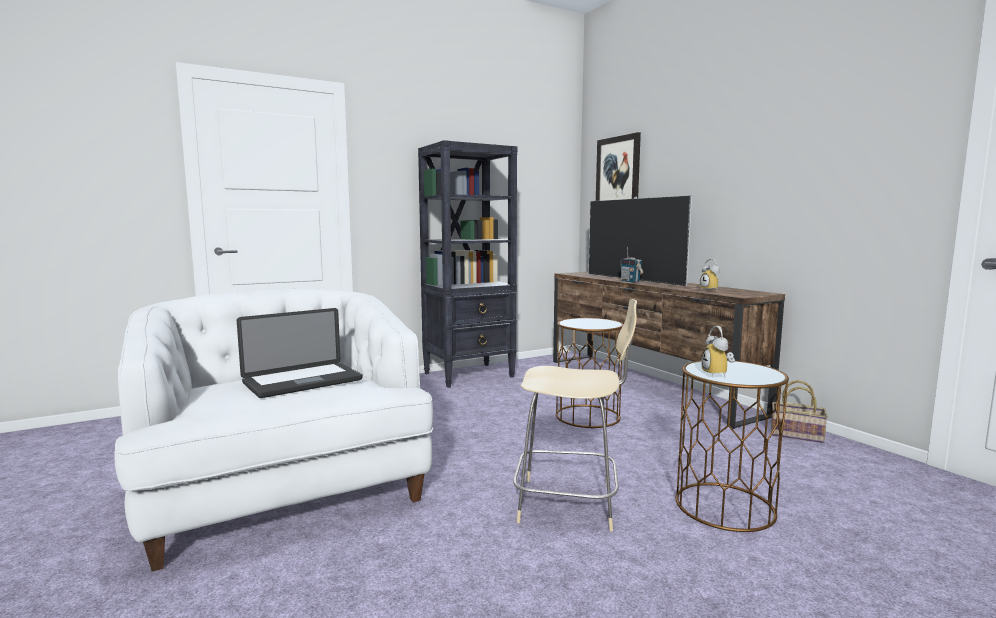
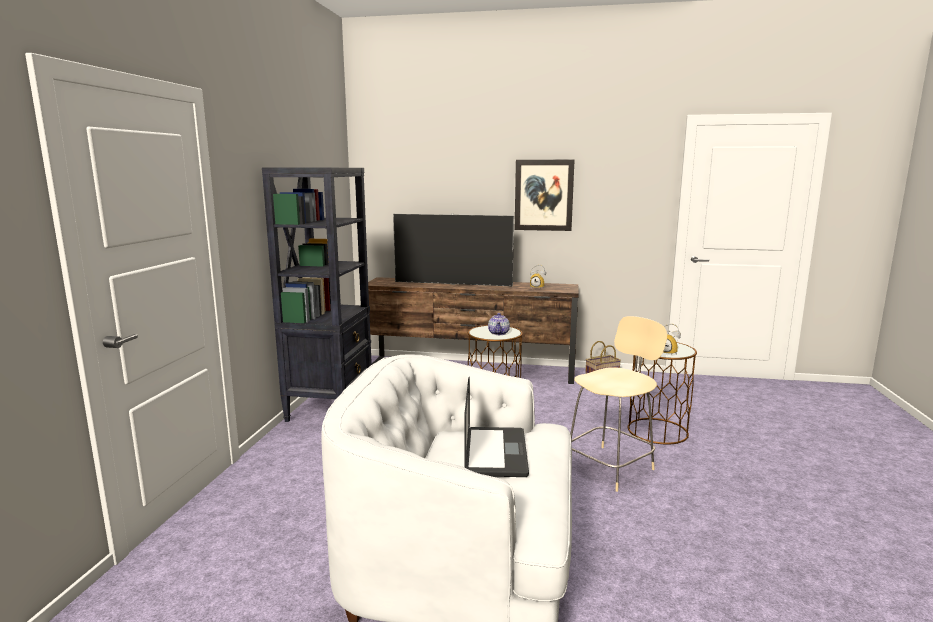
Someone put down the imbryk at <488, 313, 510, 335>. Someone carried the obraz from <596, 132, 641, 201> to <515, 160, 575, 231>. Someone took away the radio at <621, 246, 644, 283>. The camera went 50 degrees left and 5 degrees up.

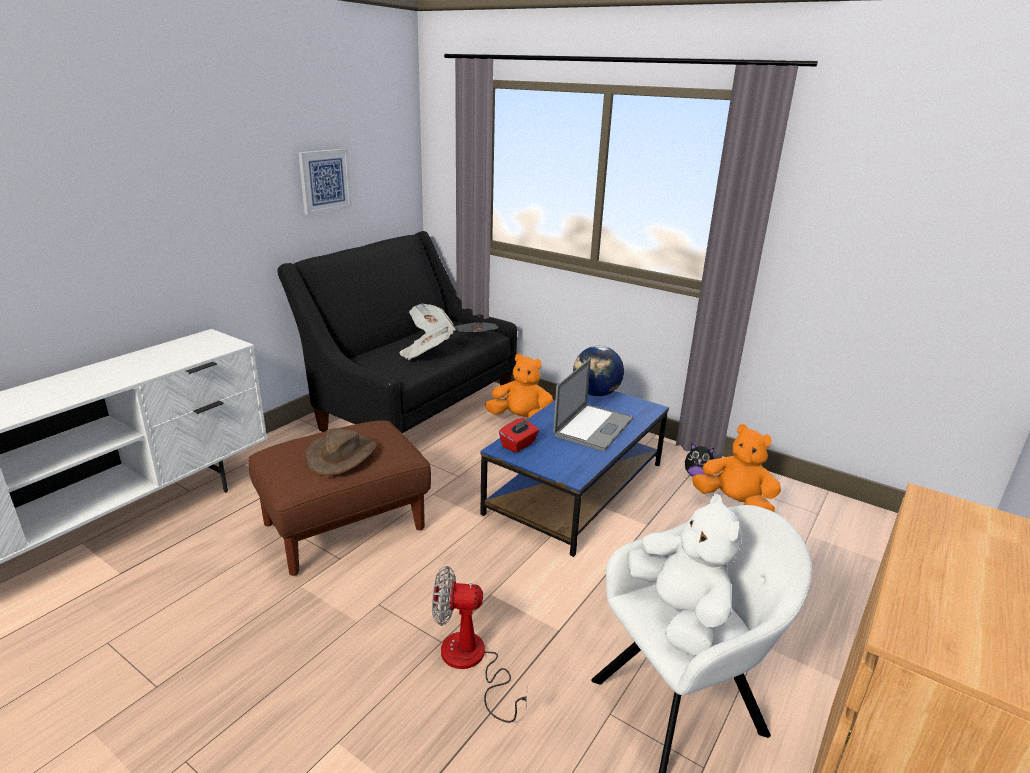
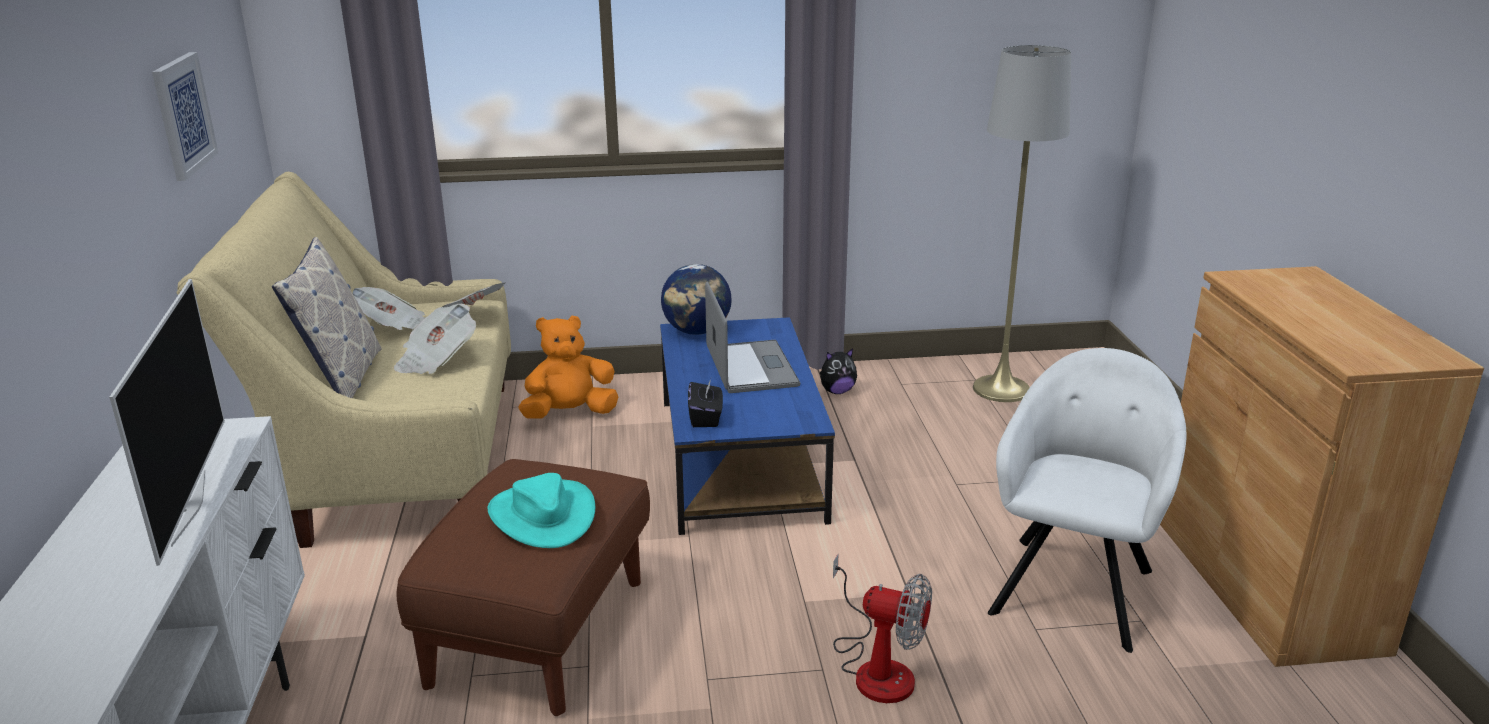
Someone put down the telewizor at <109, 279, 225, 566>. Someone repainted the kanapa (czarny) at <277, 231, 517, 433>, which became the kanapa (beżowy) at <176, 172, 511, 548>. Someone put down the poduszka at <272, 237, 382, 398>. Someone repainted the kapelusz (brązowy) at <304, 428, 377, 476>, which became the kapelusz (turkusowy) at <488, 473, 595, 548>. Someone repainted the pudełko chusteczek (czerwony) at <499, 418, 539, 453>, which became the pudełko chusteczek (czarny) at <688, 379, 723, 427>. Someone rotated the wentylator at <432, 566, 528, 723> by 120 degrees counterclockwise. Someone put down the lampa stojąca (szary) at <973, 45, 1071, 402>. Someone took away the pluszak (biały) at <628, 494, 742, 656>. Someone took away the pluszak (pomarańczowy) at <692, 424, 781, 512>. The camera went 40 degrees left and 0 degrees up.

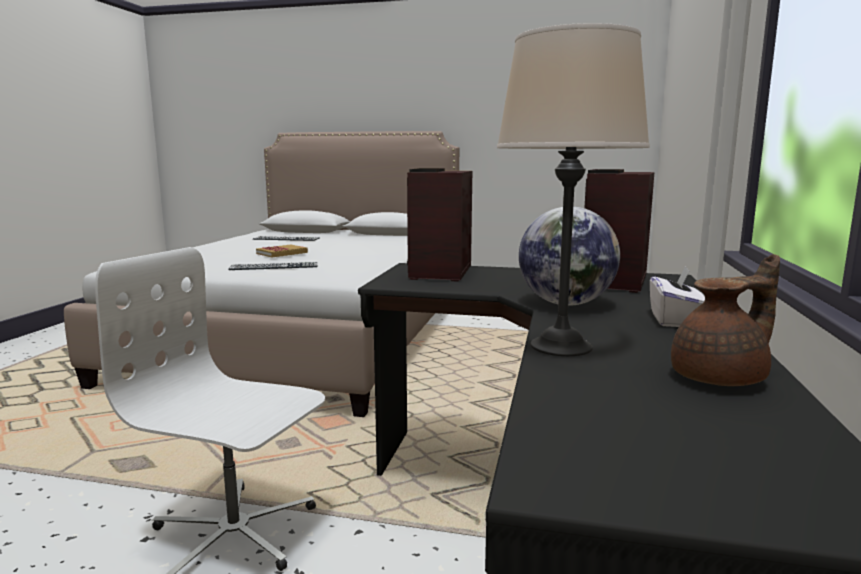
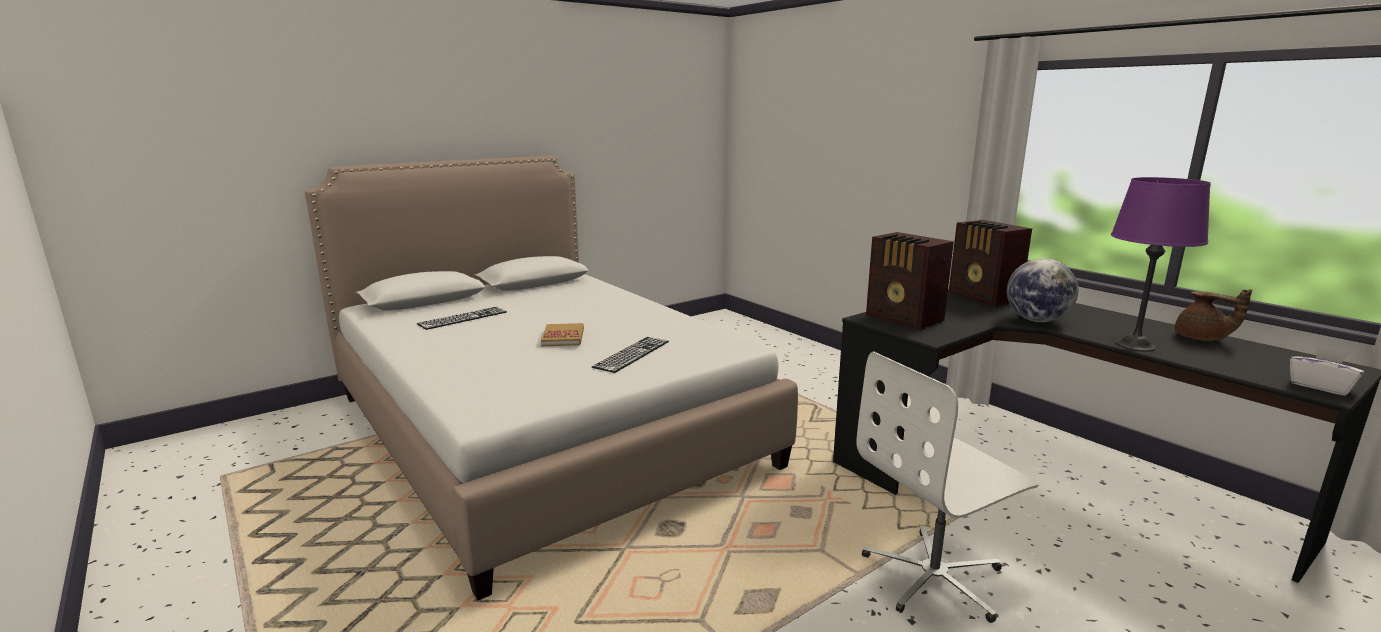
Someone repainted the lampa stołowa (beżowy) at <497, 23, 650, 356>, which became the lampa stołowa (fioletowy) at <1111, 177, 1211, 352>. Someone rotated the imbryk (brązowy) at <671, 254, 780, 386> by 120 degrees clockwise. Someone carried the pudełko chusteczek (biały) from <650, 267, 705, 327> to <1290, 345, 1364, 396>. The camera went 50 degrees left and 5 degrees up.

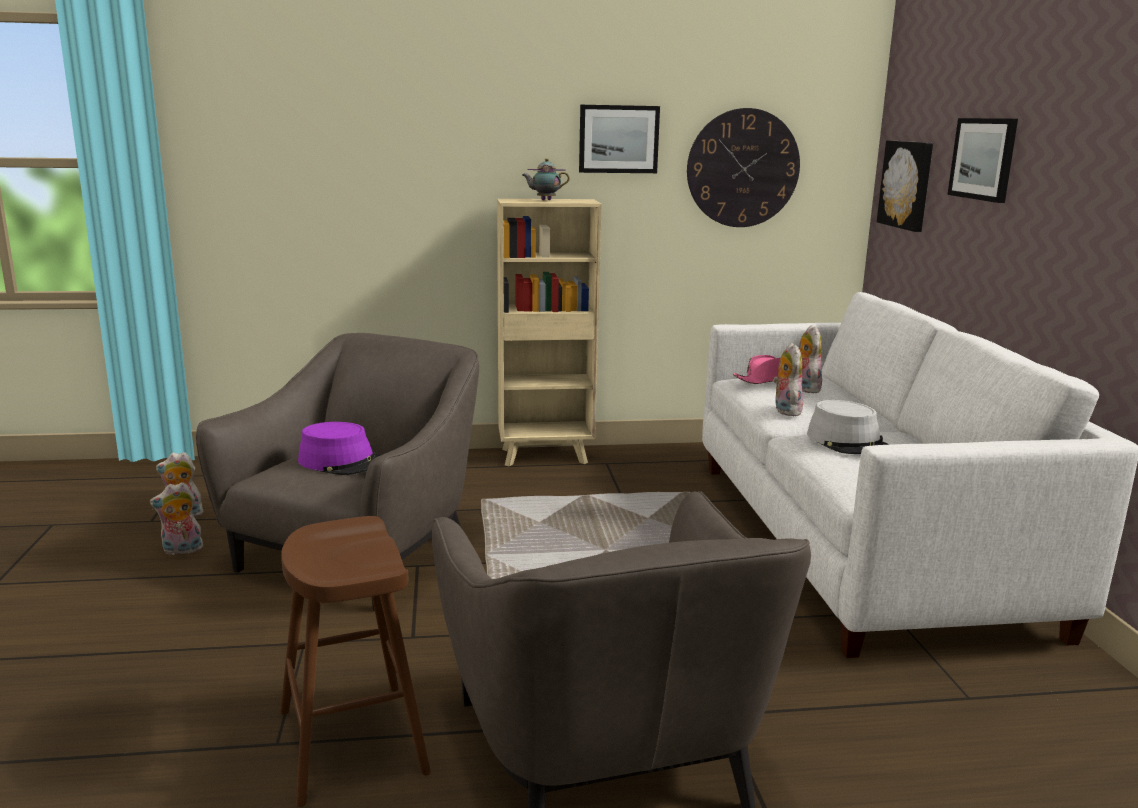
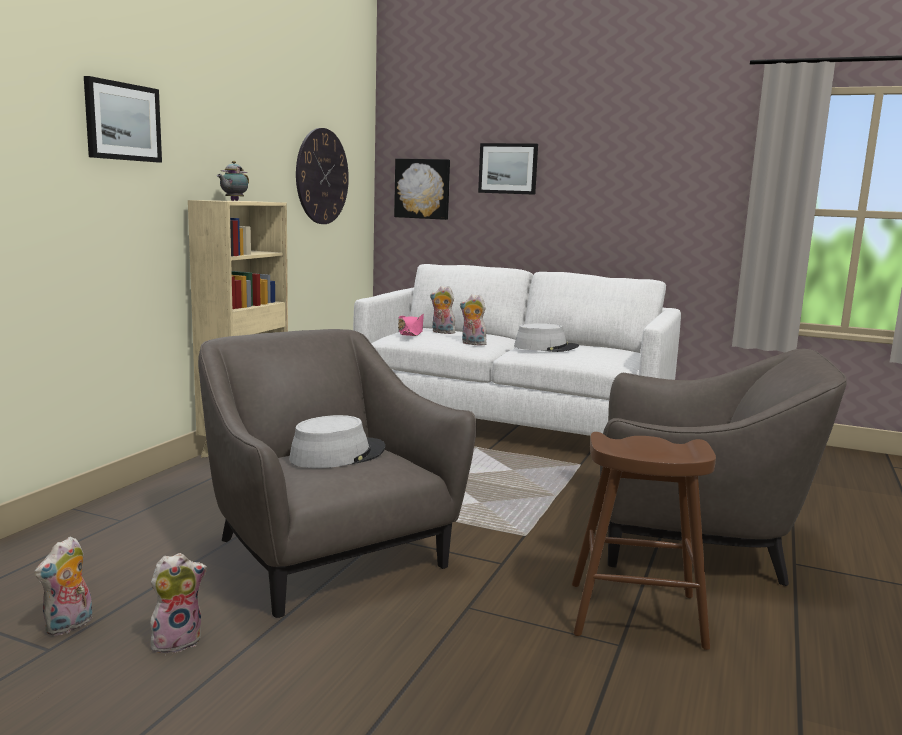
Someone carried the obraz from <579, 105, 660, 173> to <84, 76, 162, 163>. Someone rotated the pluszak at <150, 482, 203, 555> by 135 degrees counterclockwise. Someone repainted the kapelusz (fioletowy) at <298, 422, 381, 475>, which became the kapelusz (szary) at <289, 415, 385, 468>. The camera went 60 degrees left and 5 degrees down.

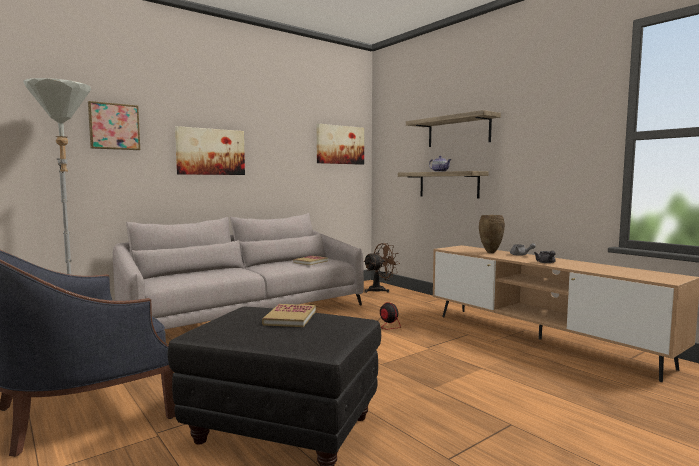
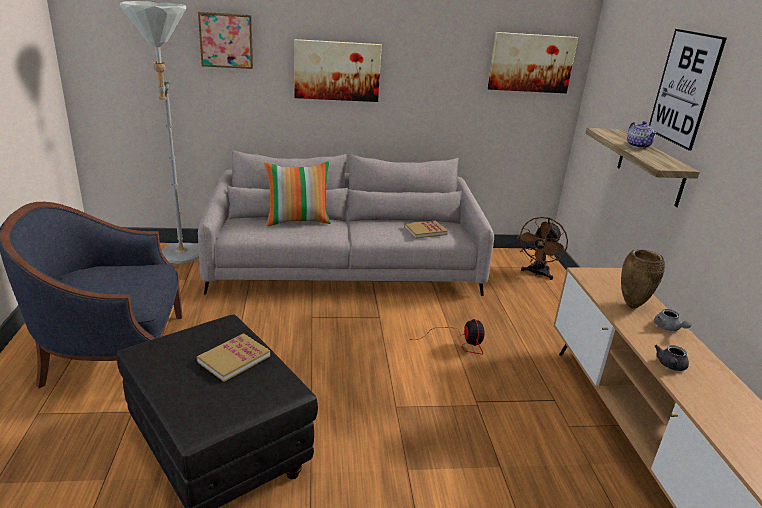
Someone put down the poduszka at <264, 161, 331, 226>. Someone rotated the wentylator (brązowy) at <363, 243, 400, 293> by 120 degrees clockwise. Someone swapped the półka at <406, 110, 501, 147> for the obraz at <649, 29, 727, 151>. The camera went 30 degrees right and 20 degrees up.

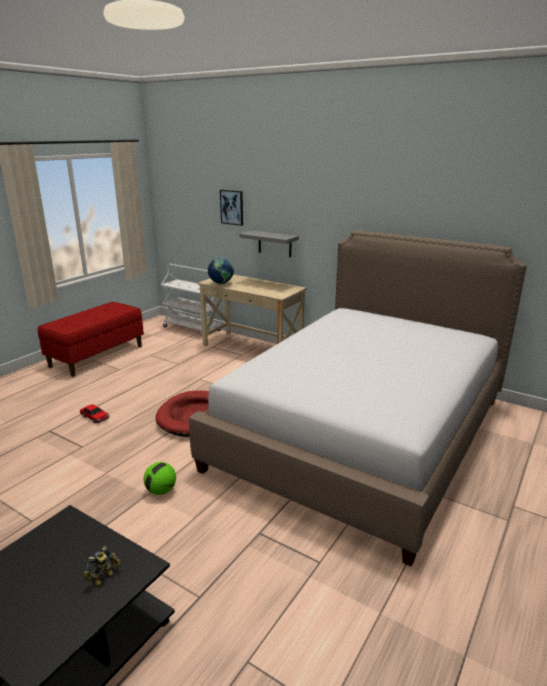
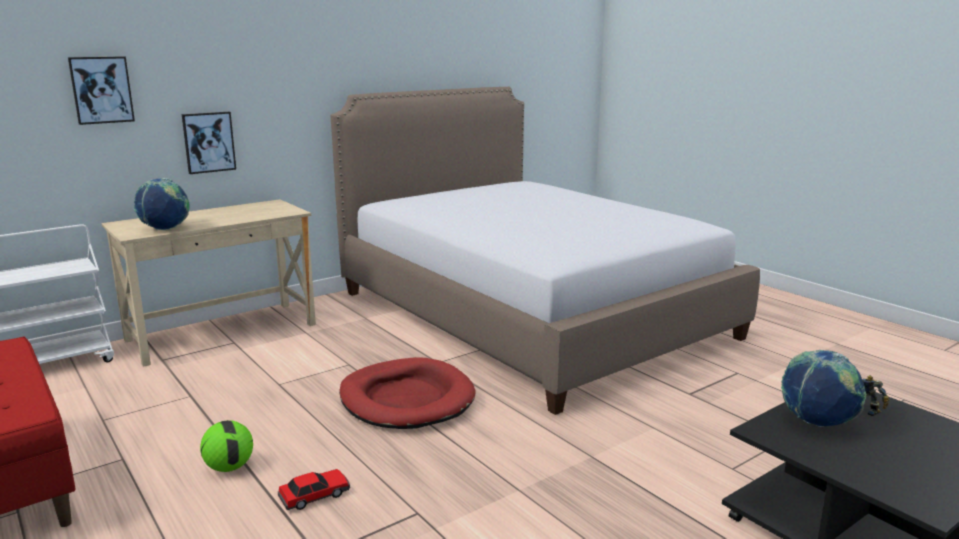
Someone swapped the półka (szary) at <239, 230, 299, 257> for the obraz at <182, 112, 236, 174>. Someone carried the piłka futbolowa from <144, 462, 176, 495> to <200, 420, 253, 472>. Someone put down the globus at <781, 350, 867, 427>. The camera went 70 degrees left and 5 degrees down.

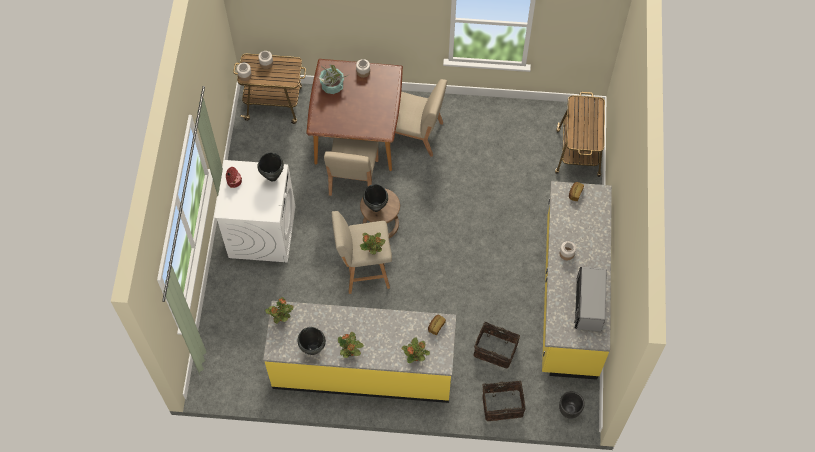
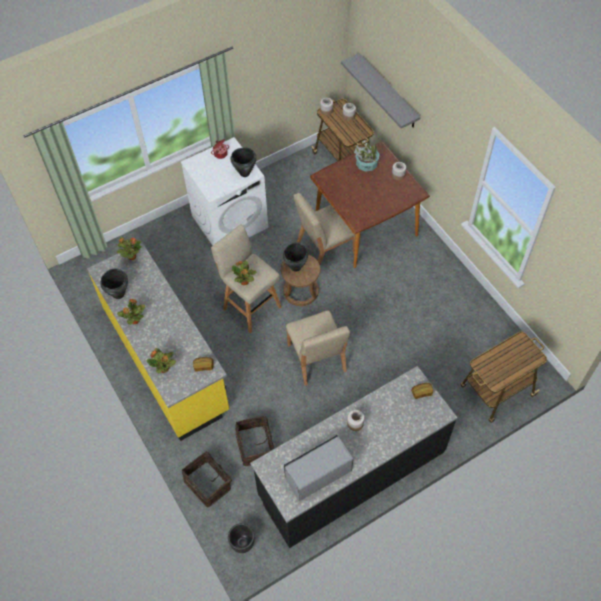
Someone repainted the zabudowa kuchenna (żółty) at <542, 181, 612, 380>, which became the zabudowa kuchenna (czarny) at <250, 366, 458, 548>. Someone carried the krzesło (beżowy) from <390, 79, 447, 157> to <286, 311, 350, 386>. Someone put up the półka (szary) at <341, 53, 421, 129>. The camera went 55 degrees right and 5 degrees down.

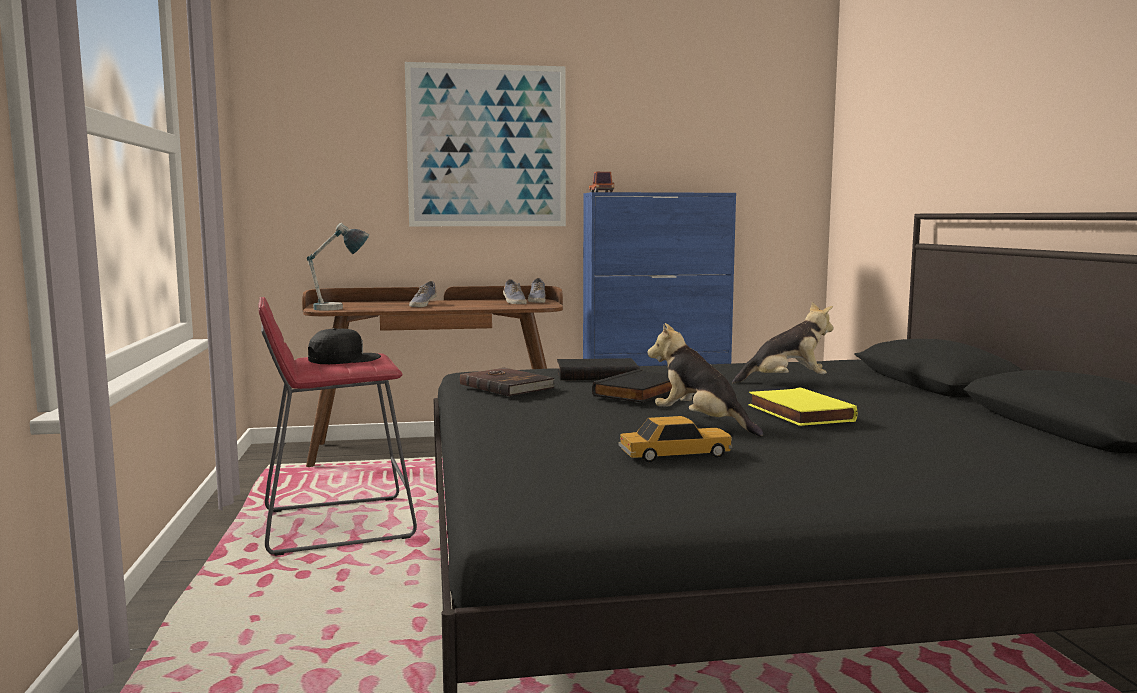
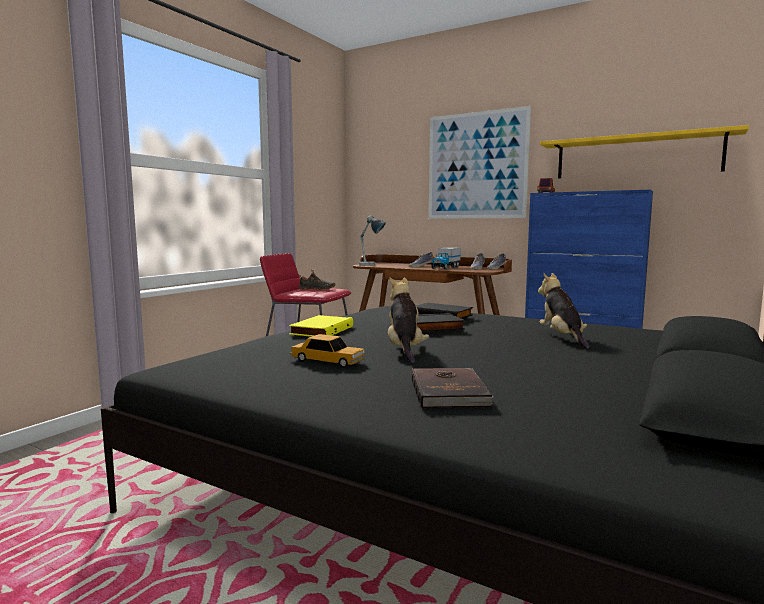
Someone carried the książka (żółty) from <748, 387, 858, 426> to <289, 315, 353, 337>. Someone swapped the czapka z daszkiem (czarny) at <308, 328, 381, 364> for the but (czarny) at <299, 269, 335, 290>. Someone carried the książka (brązowy) from <460, 368, 555, 396> to <411, 368, 494, 408>. Someone put down the ciężarówka zabawkowa at <431, 247, 461, 269>. Someone rotated the pluszak at <732, 302, 834, 384> by 135 degrees counterclockwise. Someone put up the półka (żółty) at <540, 125, 749, 178>. The camera went 40 degrees right and 0 degrees up.

